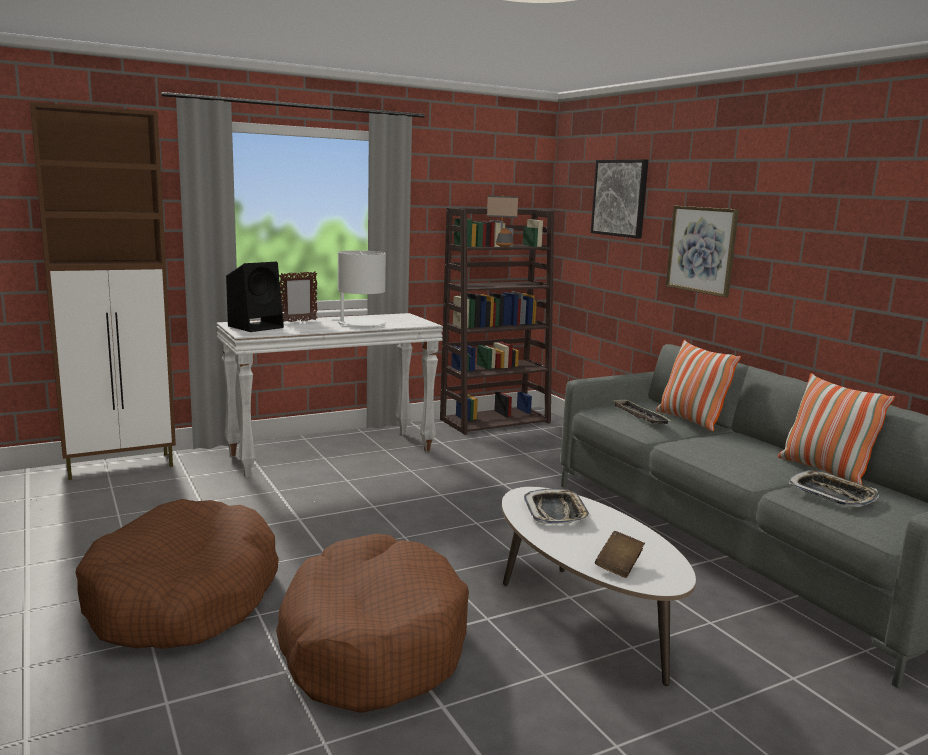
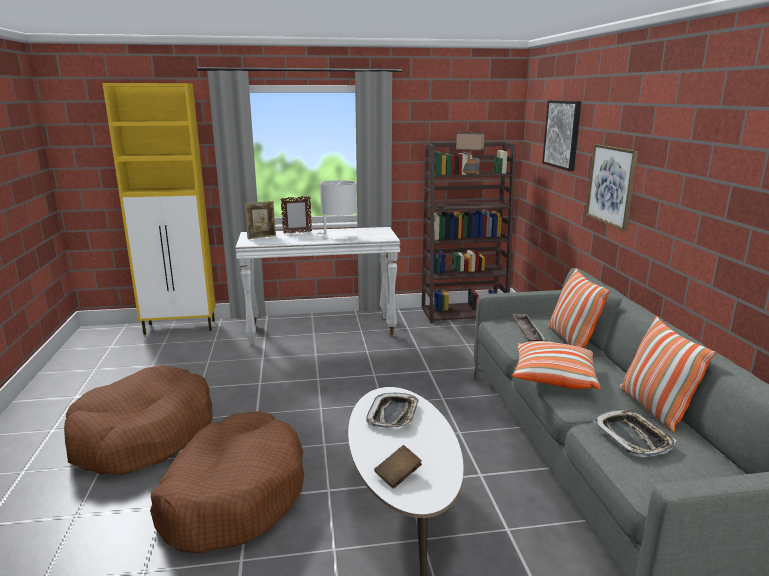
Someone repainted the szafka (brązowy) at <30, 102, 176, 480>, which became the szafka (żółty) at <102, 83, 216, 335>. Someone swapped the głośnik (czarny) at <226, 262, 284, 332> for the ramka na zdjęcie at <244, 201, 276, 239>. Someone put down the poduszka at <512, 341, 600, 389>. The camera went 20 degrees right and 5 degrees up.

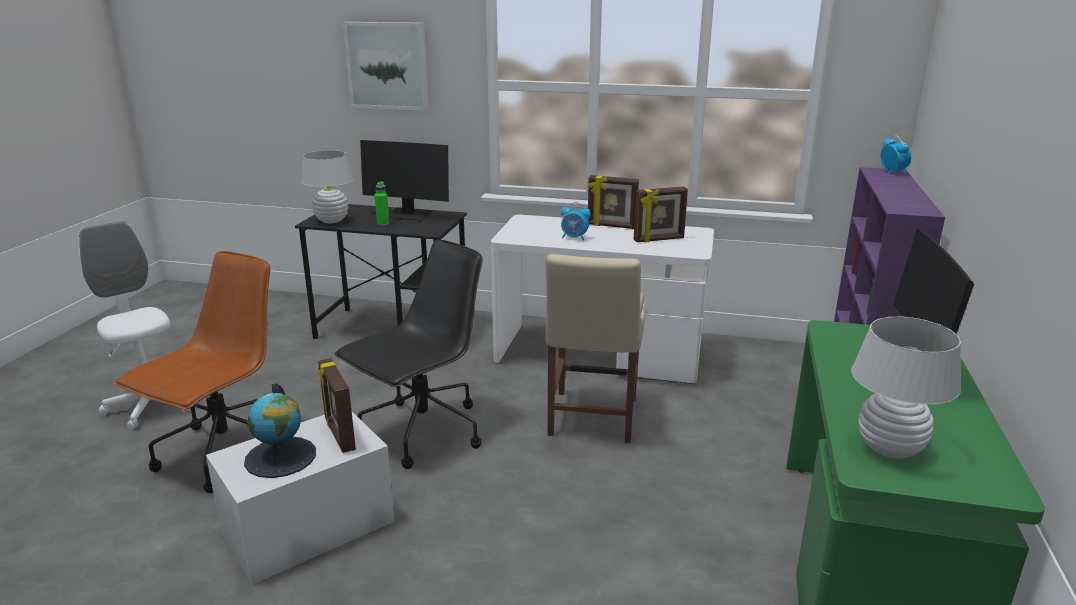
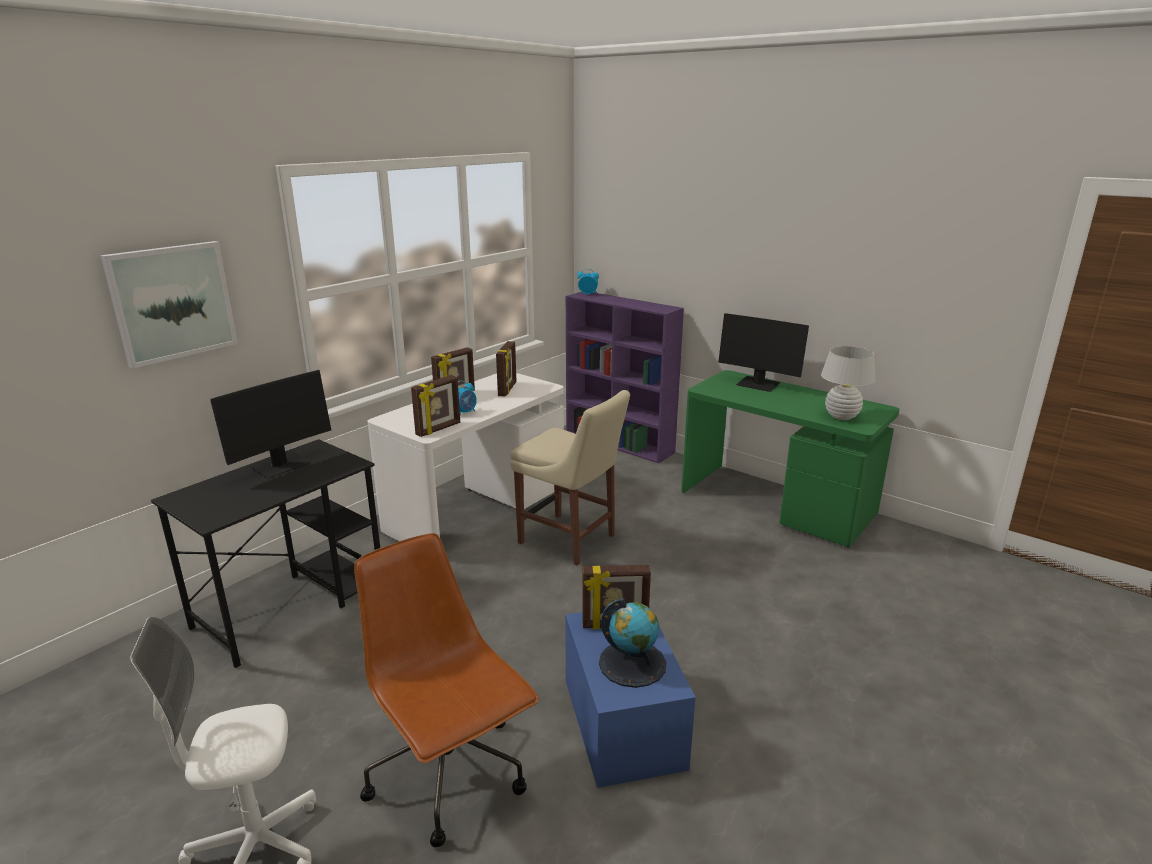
Someone put down the ramka na zdjęcie at <411, 375, 460, 437>. Someone repainted the pojemnik do przechowywania (biały) at <206, 412, 395, 585>, which became the pojemnik do przechowywania (niebieski) at <565, 607, 696, 788>. Someone took away the lampa stołowa (biały) at <301, 150, 354, 223>. Someone took away the krzesło biurowe (czarny) at <334, 239, 482, 469>. Someone took away the butelka (zielony) at <375, 181, 390, 226>. The camera went 65 degrees left and 0 degrees up.

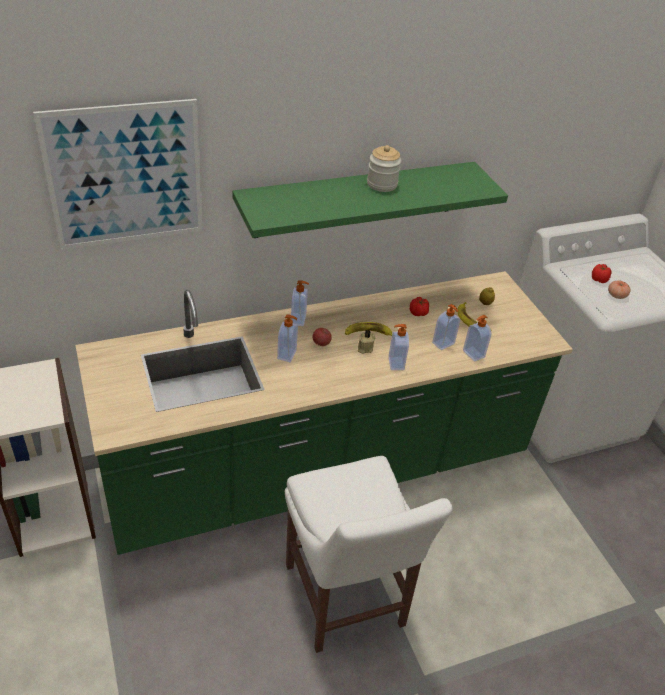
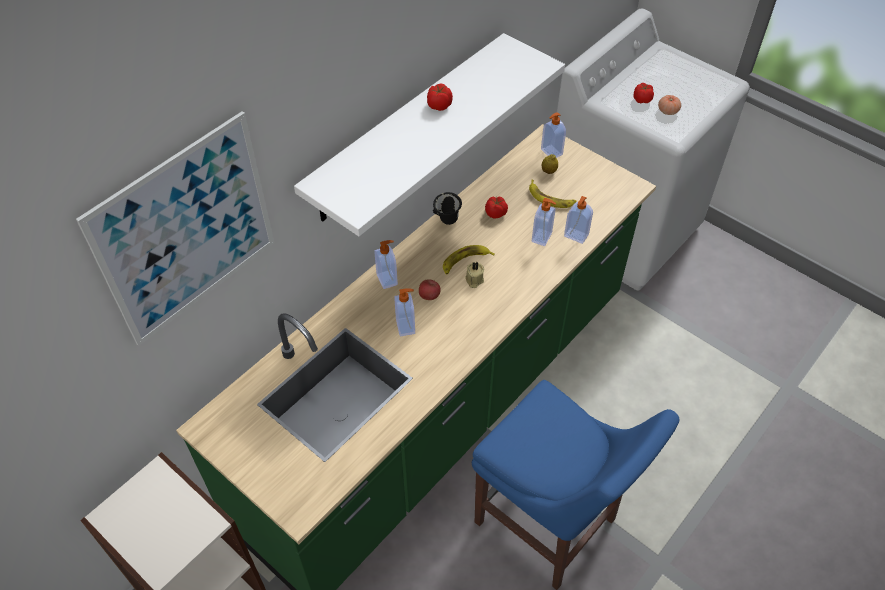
Someone repainted the półka (zielony) at <232, 162, 508, 238>, which became the półka (biały) at <294, 33, 565, 236>. Someone swapped the słoik at <367, 145, 401, 192> for the pomidor at <427, 84, 453, 111>. Someone put down the kubek (czarny) at <433, 192, 462, 225>. Someone repainted the krzesło (biały) at <285, 456, 452, 653>, which became the krzesło (niebieski) at <472, 380, 679, 590>. Someone carried the dozownik mydła from <388, 324, 409, 370> to <541, 112, 566, 158>. The camera went 25 degrees left and 10 degrees up.

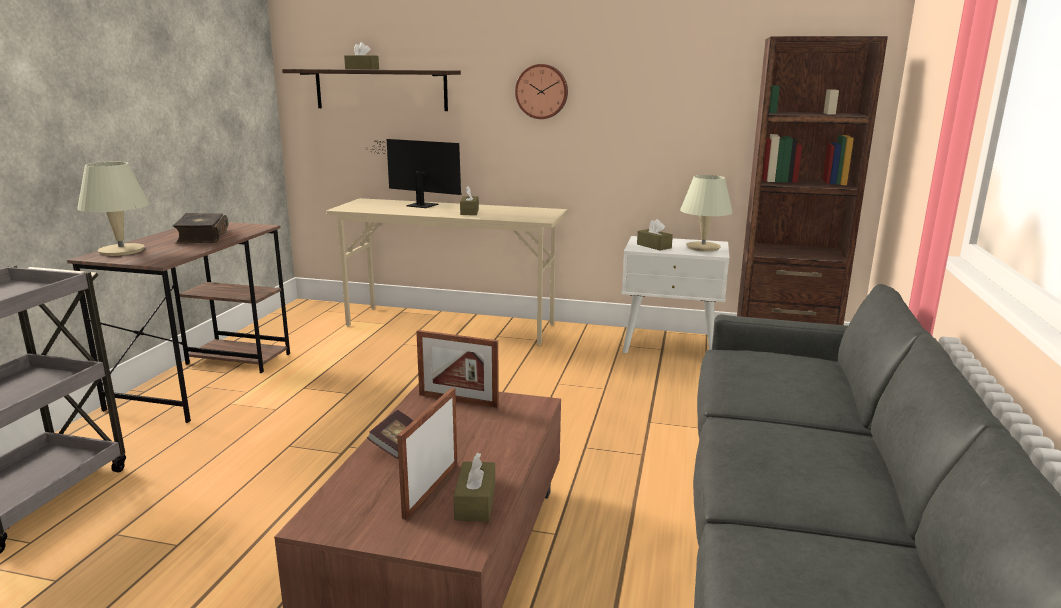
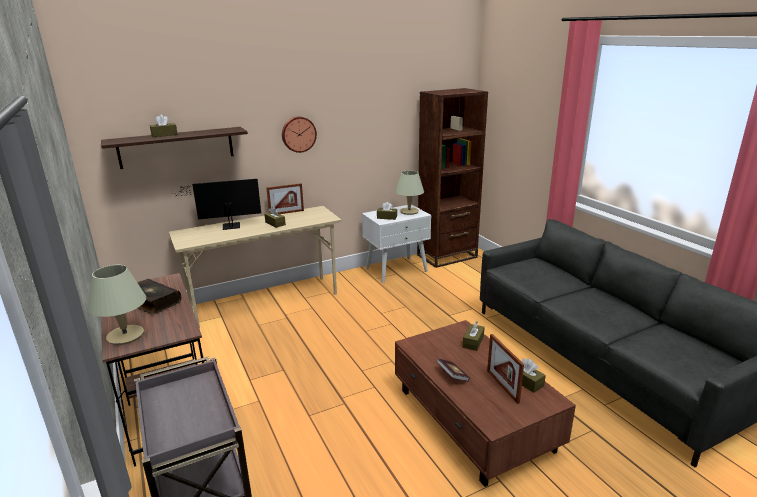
Someone carried the ramka na zdjęcie from <416, 330, 499, 408> to <267, 183, 304, 214>. Someone put down the pudełko chusteczek (brązowy) at <463, 321, 484, 351>. The camera went 40 degrees left and 5 degrees up.

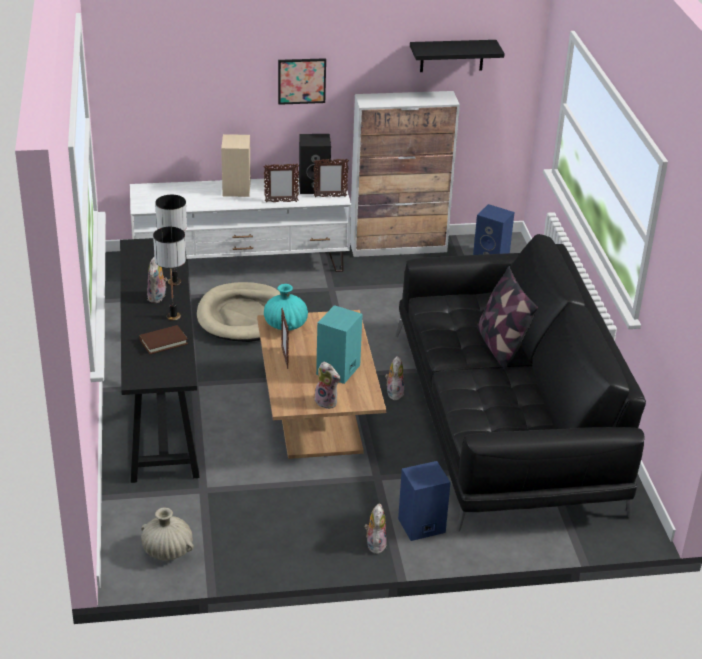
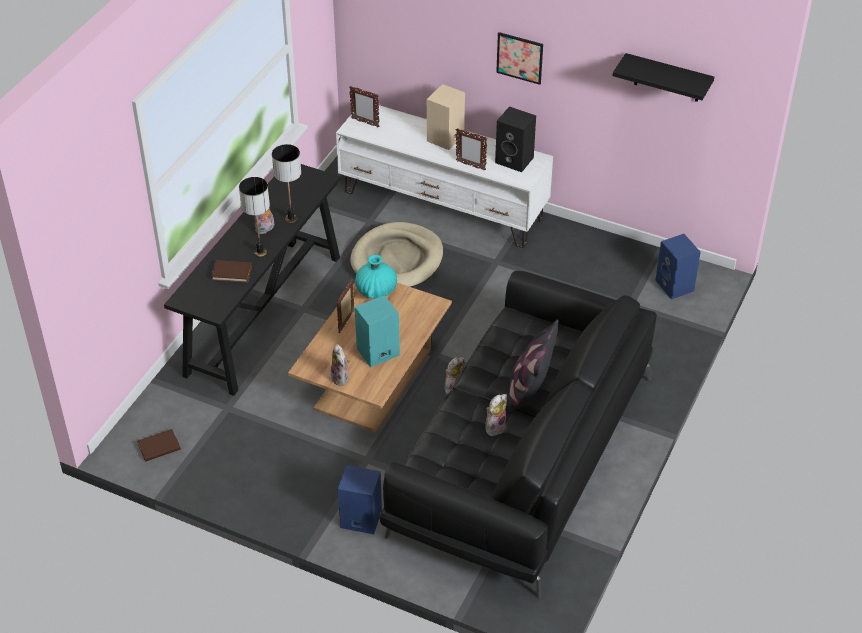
Someone swapped the wazon (beżowy) at <141, 507, 194, 560> for the książka (brązowy) at <137, 429, 181, 462>. Someone carried the ramka na zdjęcie from <313, 158, 349, 197> to <349, 86, 380, 128>. Someone carried the pluszak from <365, 503, 387, 554> to <485, 394, 507, 436>. Someone took away the szafka at <350, 91, 460, 257>. The camera went 35 degrees right and 10 degrees up.

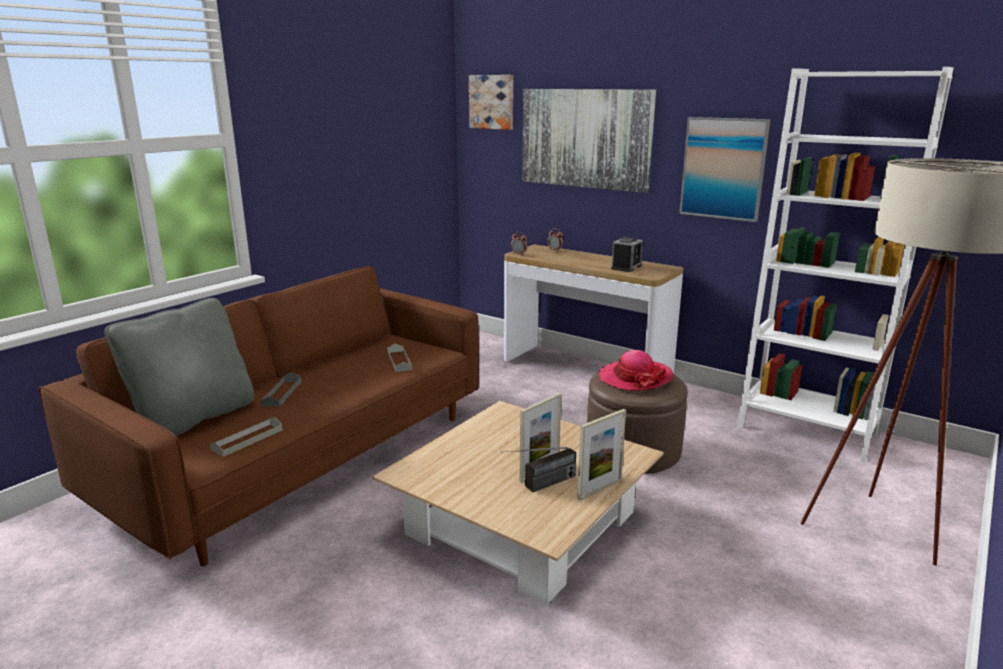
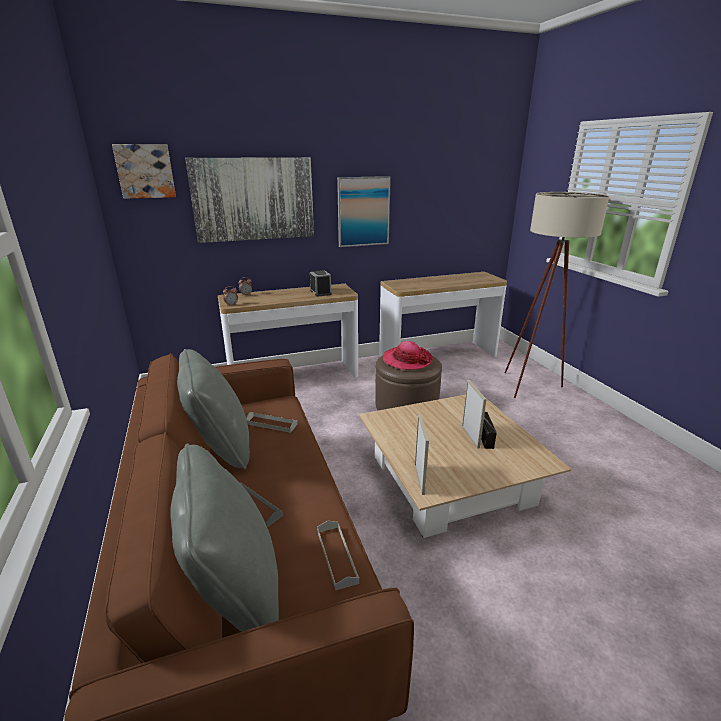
Someone put down the poduszka (szary) at <177, 349, 250, 469>. Someone swapped the regał (biały) at <737, 67, 954, 462> for the stolik konsolowy at <379, 272, 507, 357>. Someone carried the ramka na zdjęcie from <577, 409, 626, 501> to <415, 414, 429, 495>. The camera went 55 degrees left and 5 degrees up.

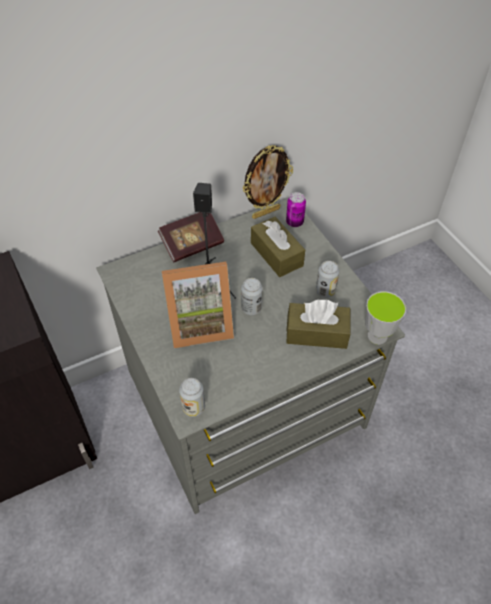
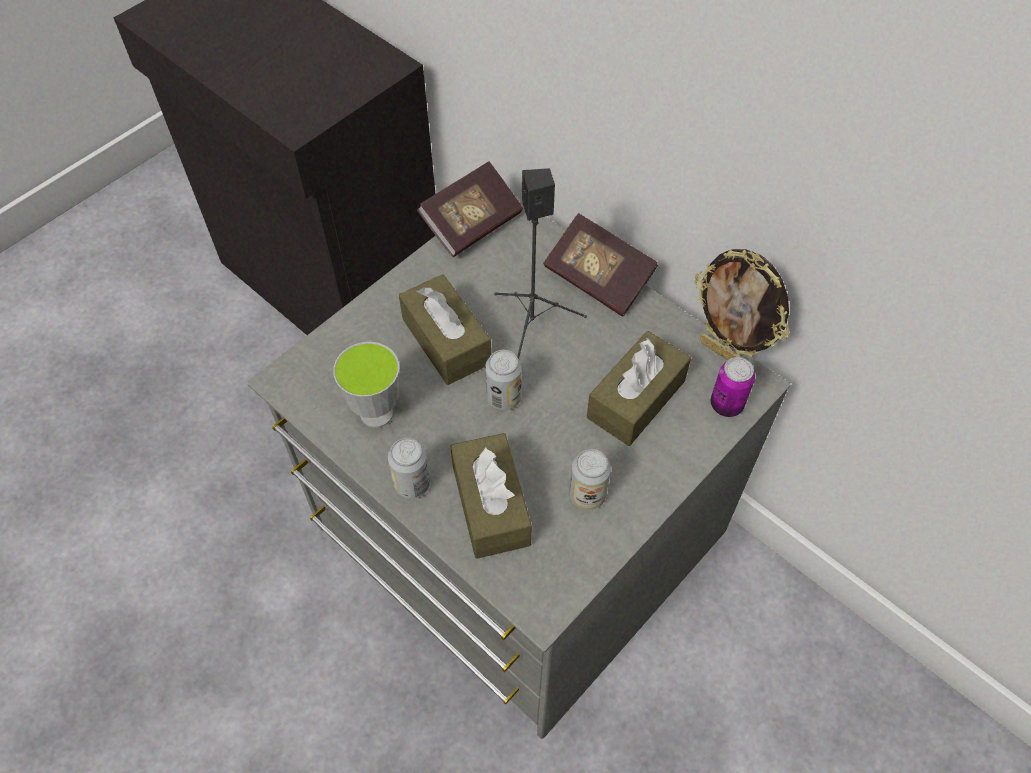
Someone carried the filiżanka from <365, 291, 406, 345> to <333, 342, 399, 428>. Someone carried the puszka from <179, 378, 205, 417> to <388, 438, 430, 499>. Someone swapped the ramka na zdjęcie at <162, 262, 234, 348> for the pudełko chusteczek (brązowy) at <399, 274, 491, 385>. Someone put down the książka at <417, 161, 523, 257>. The camera went 70 degrees right and 5 degrees up.

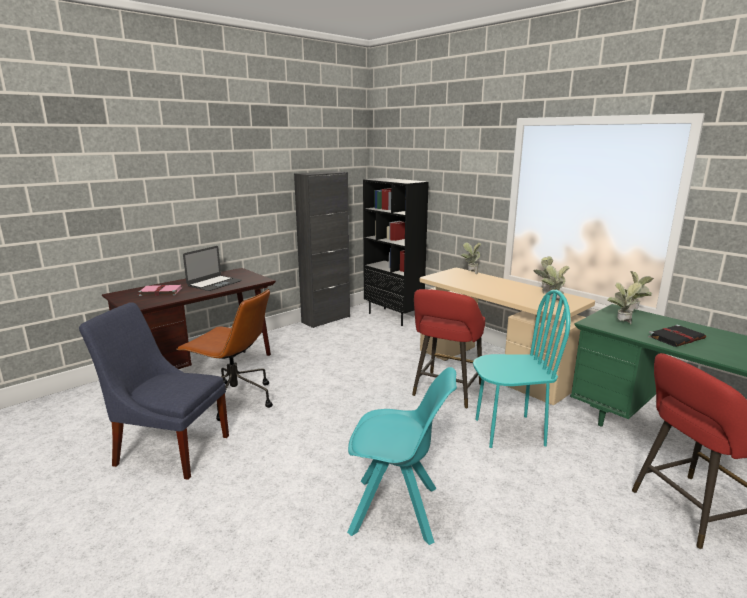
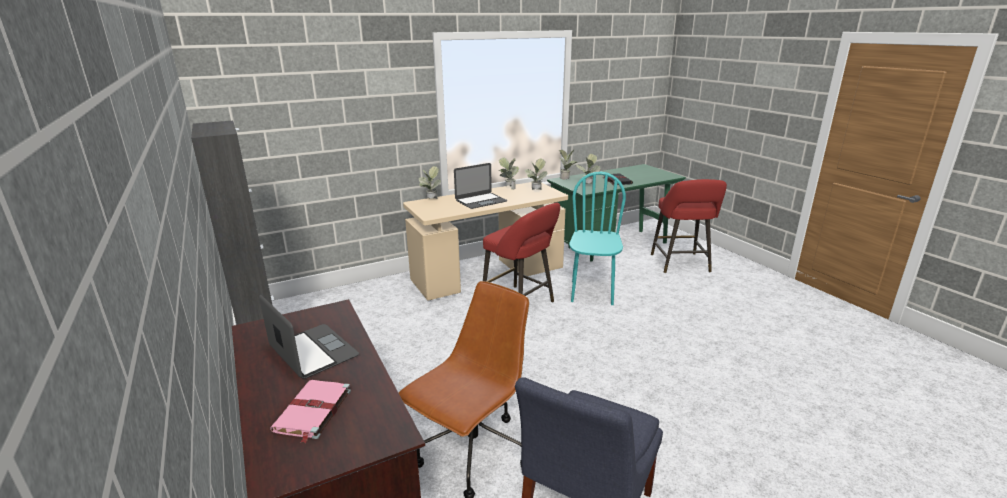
Someone put down the laptop at <454, 163, 508, 209>. Someone took away the krzesło (turkusowy) at <347, 367, 457, 545>. Someone took away the regał (czarny) at <363, 178, 429, 326>. The camera went 75 degrees left and 5 degrees up.

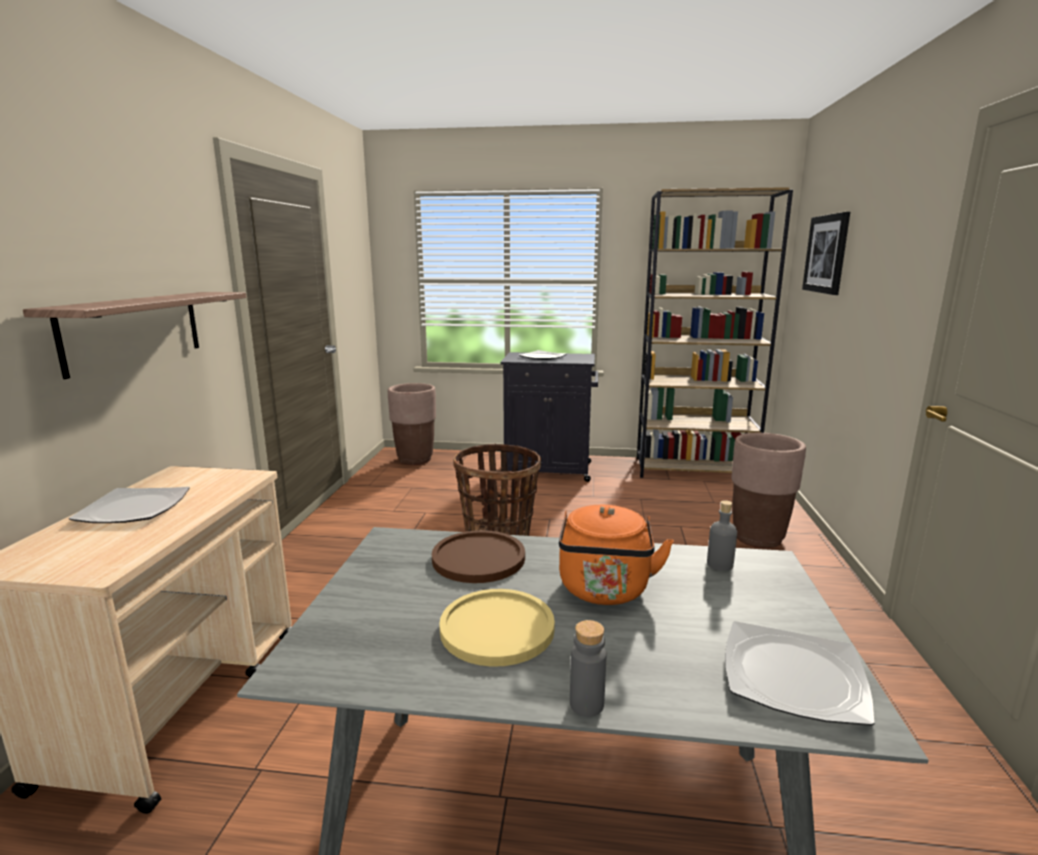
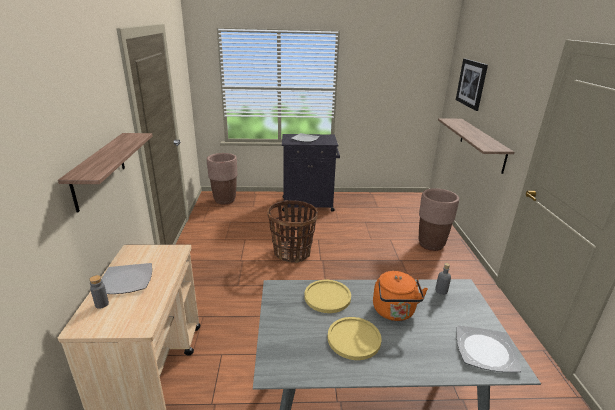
Someone carried the butelka (szary) from <570, 620, 607, 717> to <89, 275, 109, 309>. Someone repainted the talerz (brązowy) at <432, 530, 525, 583>, which became the talerz (żółty) at <304, 280, 351, 313>. Someone put up the półka at <438, 118, 514, 174>. Someone took away the regał (brązowy) at <637, 187, 793, 478>. The camera went 10 degrees left and 10 degrees up.

